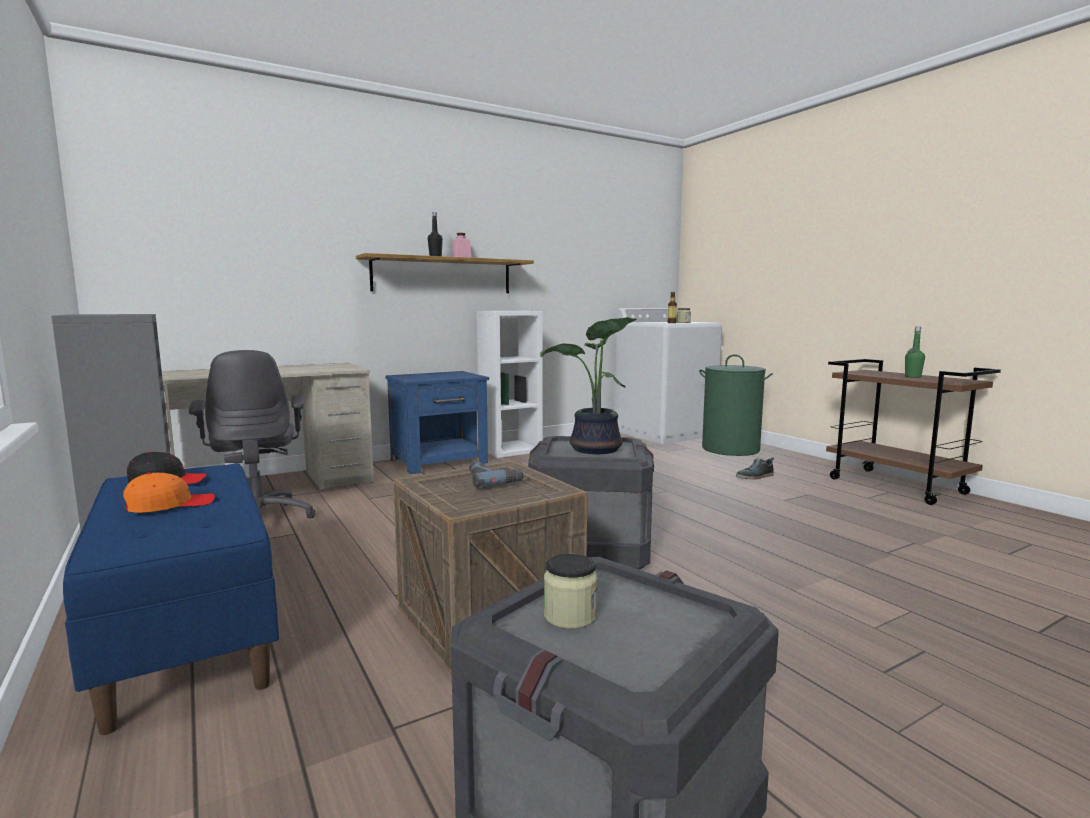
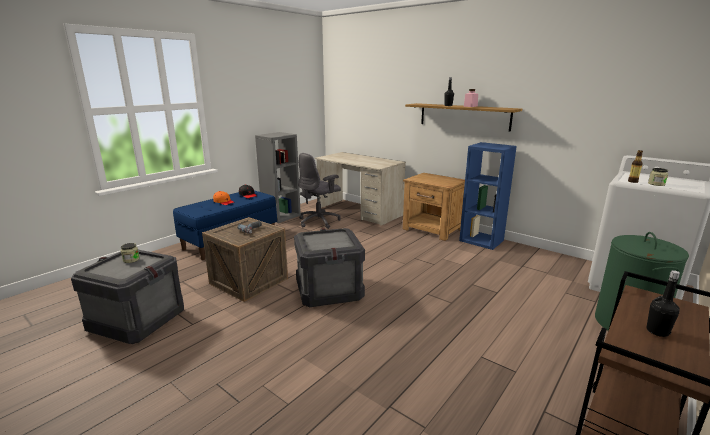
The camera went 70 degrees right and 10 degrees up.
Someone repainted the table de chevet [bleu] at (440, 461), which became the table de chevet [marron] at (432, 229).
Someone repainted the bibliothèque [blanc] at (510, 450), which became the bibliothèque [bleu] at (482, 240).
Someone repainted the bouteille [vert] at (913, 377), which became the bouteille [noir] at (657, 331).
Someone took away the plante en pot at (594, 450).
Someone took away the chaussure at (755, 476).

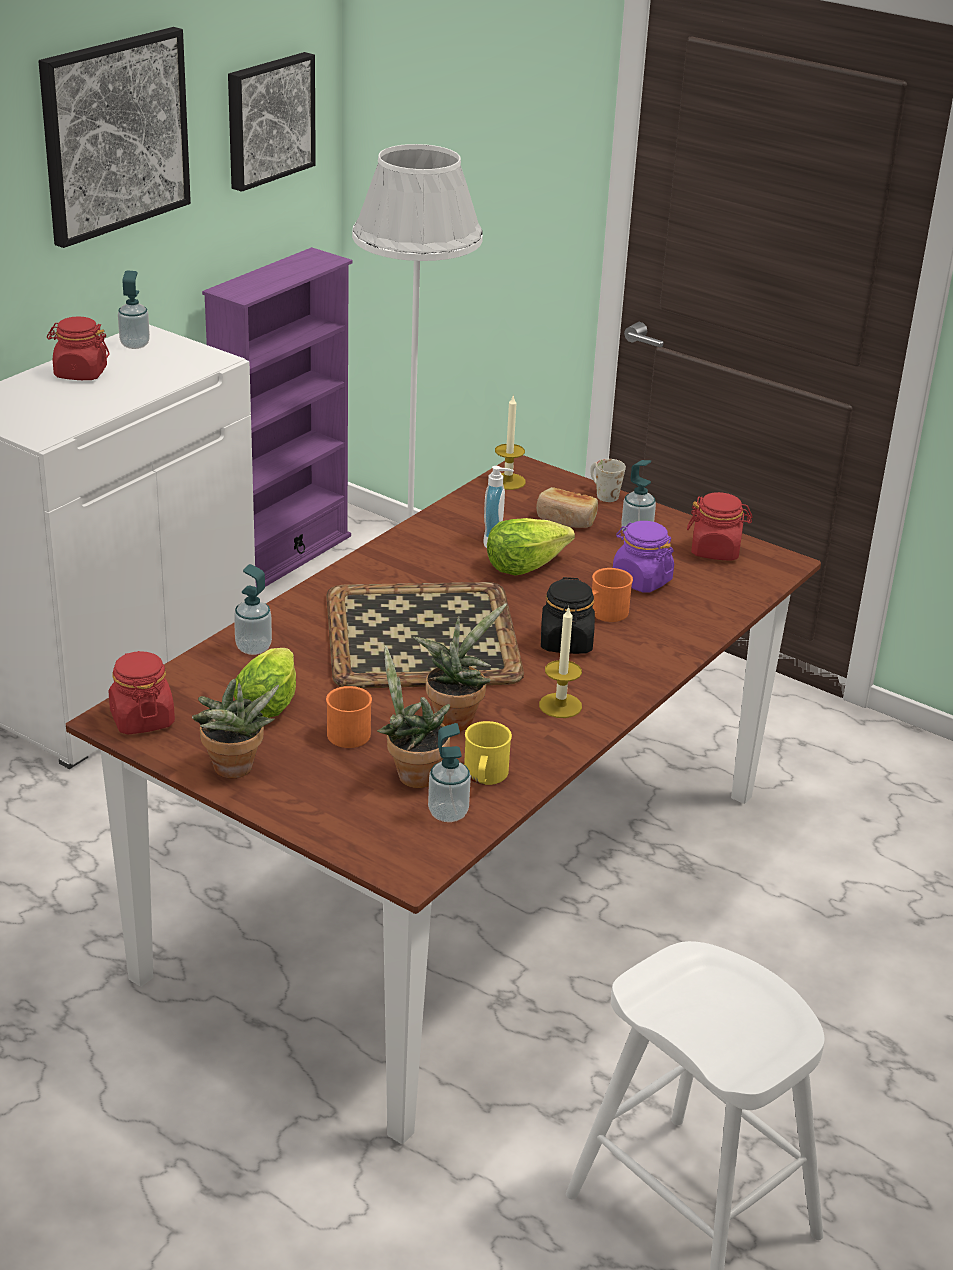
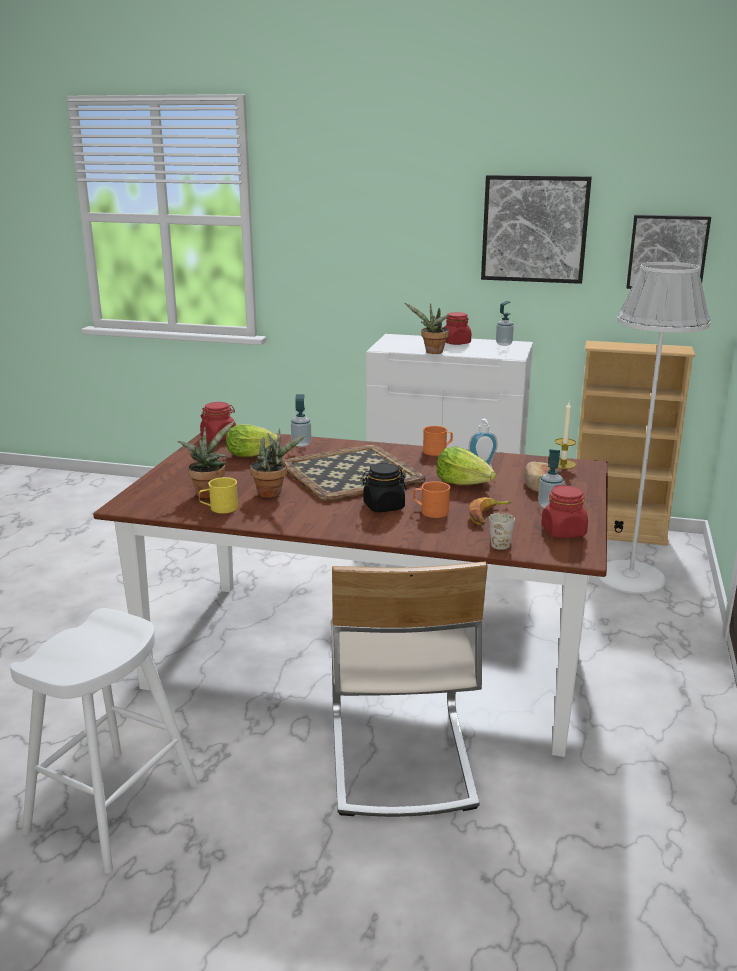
The camera went 70 degrees right and 10 degrees down.
Someone put down the chaise [beige] at (398, 759).
Someone carried the plante en pot from (234, 771) to (432, 352).
Someone carried the mug [orange] from (348, 731) to (438, 451).
Someone swapped the bocal [violet] at (641, 580) for the banane at (488, 515).
Someone carried the mug [blanc] from (602, 494) to (502, 543).
Someone repainted the bibliothèque [violet] at (283, 556), which became the bibliothèque [beige] at (617, 533).
Someone took away the distributeur de savon at (448, 813).
Someone took away the bougie at (560, 705).

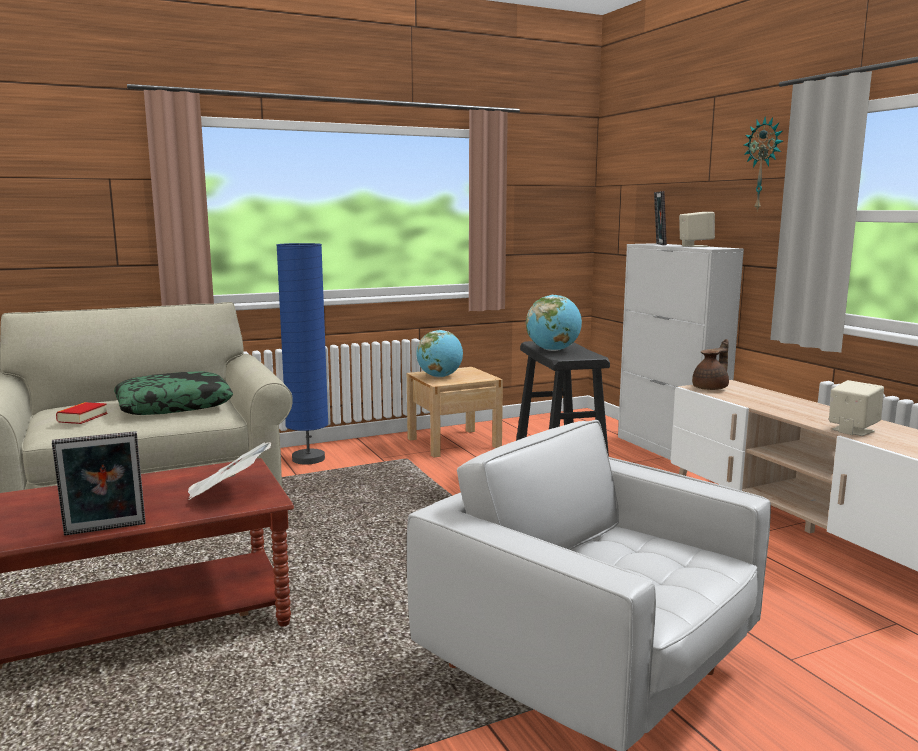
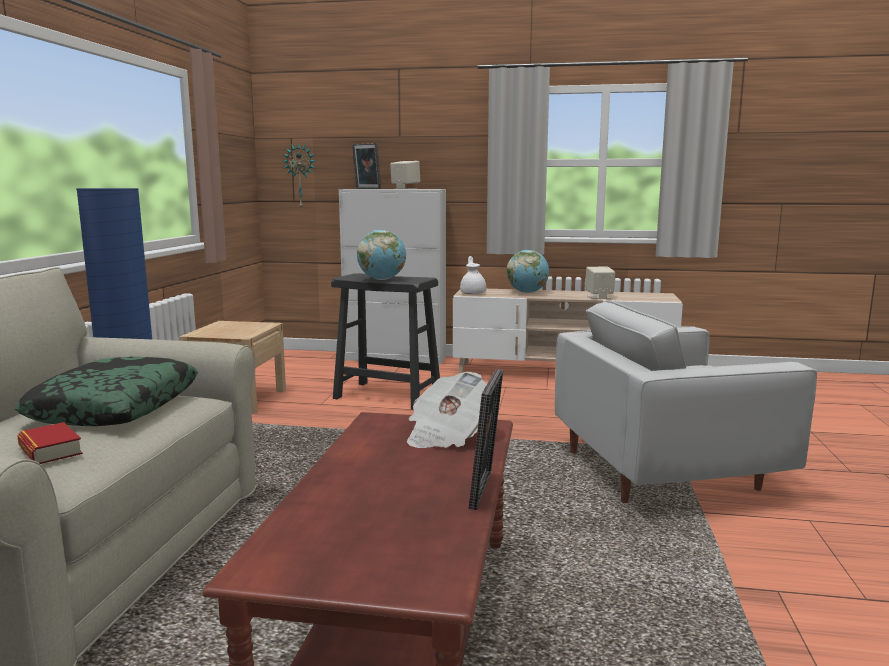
The camera went 55 degrees left and 0 degrees up.
Someone carried the horloge murale from (764, 164) to (300, 176).
Someone repainted the théière [marron] at (711, 388), which became the théière [blanc] at (473, 293).
Someone carried the globe from (440, 377) to (527, 292).

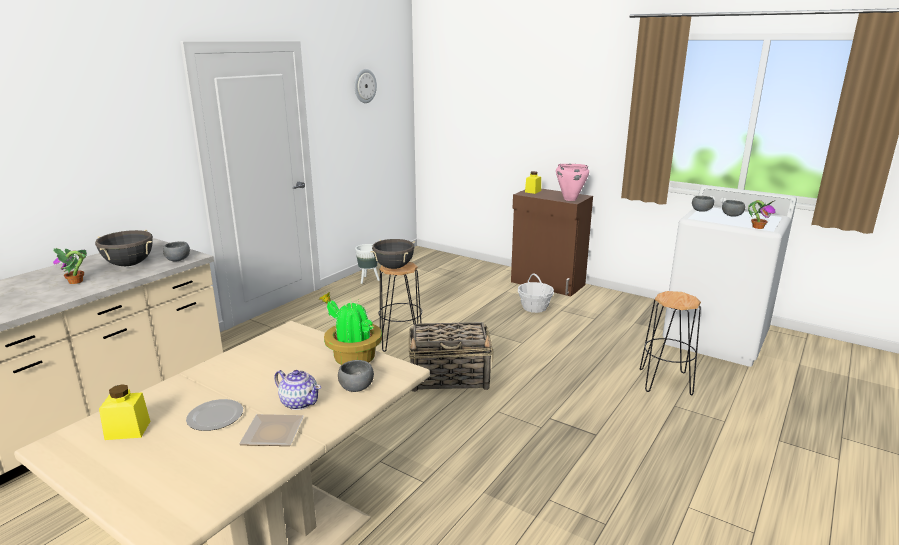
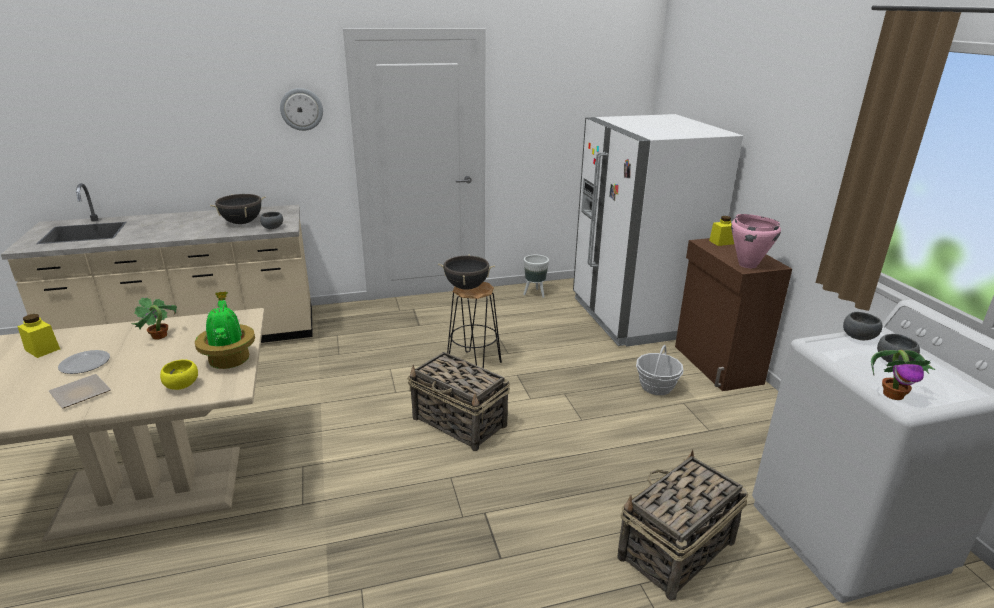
The camera went 40 degrees right and 5 degrees up.
Someone carried the plante en pot from (76, 282) to (159, 336).
Someone repainted the bol [gris] at (357, 387), which became the bol [jaune] at (183, 385).
Someone carried the horloge murale from (364, 86) to (301, 109).
Someone put down the réfrigérateur [blanc] at (635, 316).
Someone swapped the tabouret [noir] at (665, 382) for the panier at (675, 550).
Someone took away the théière at (299, 402).

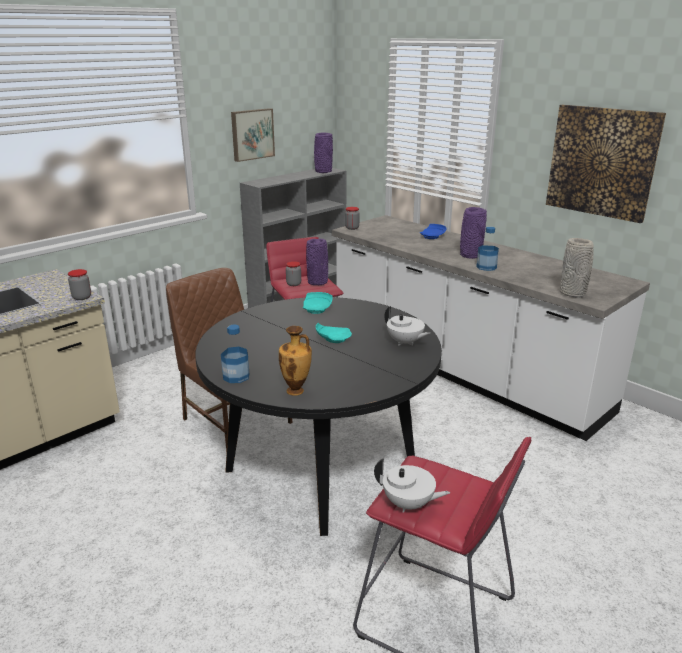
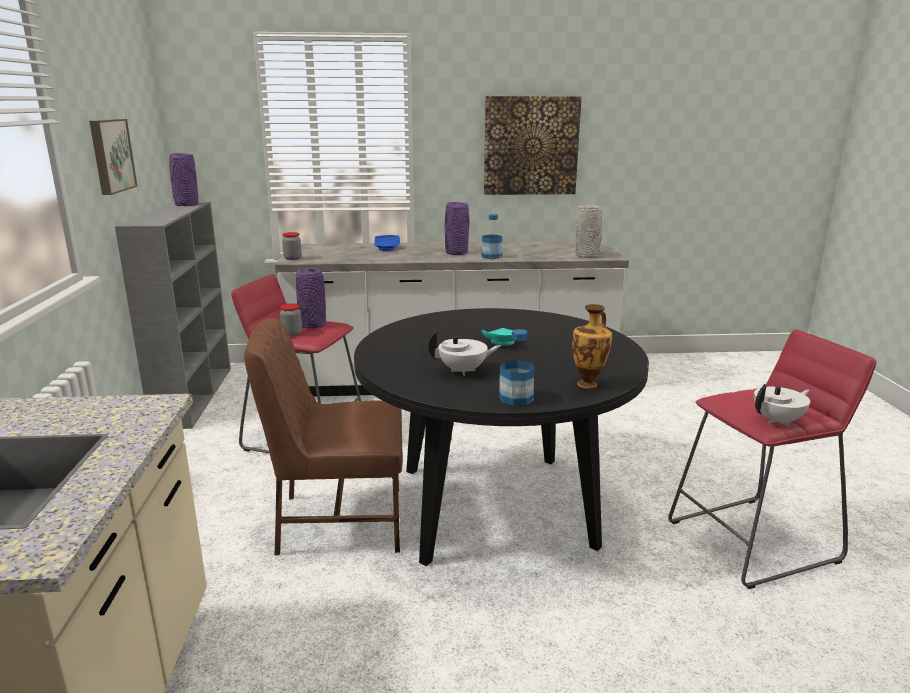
The camera went 50 degrees left and 5 degrees down.
Someone carried the théière [blanc] from (405, 342) to (463, 371).
Someone took away the bocal at (82, 297).
Someone took away the assiette [turquoise] at (317, 309).

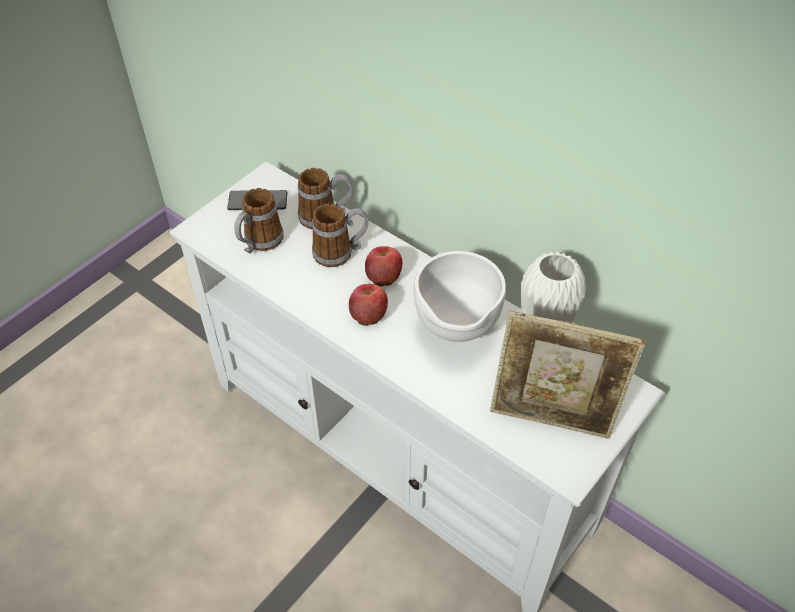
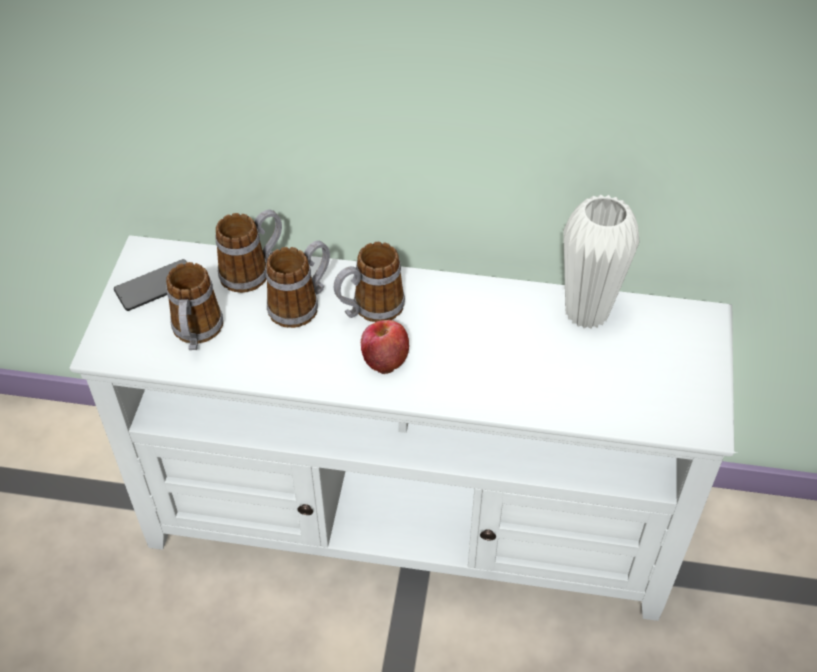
The camera went 30 degrees left and 0 degrees up.
Someone swapped the pomme at (383, 276) for the mug at (369, 309).
Someone took away the bol [blanc] at (456, 330).
Someone took away the cadre photo at (551, 419).

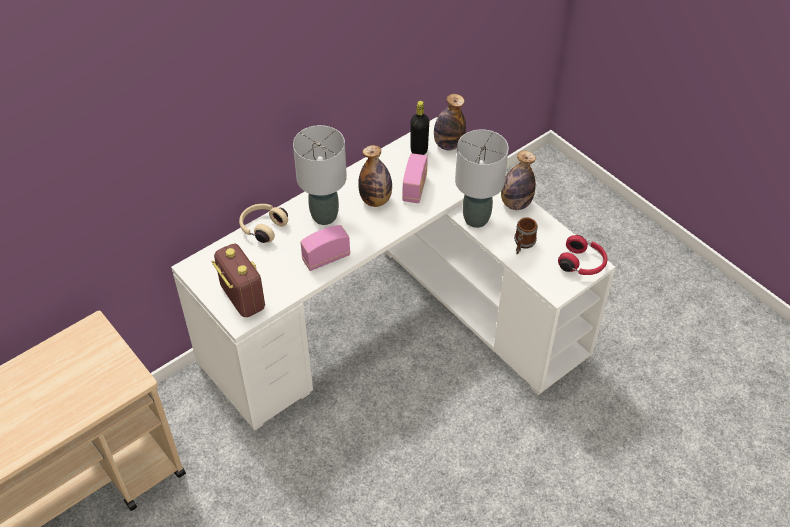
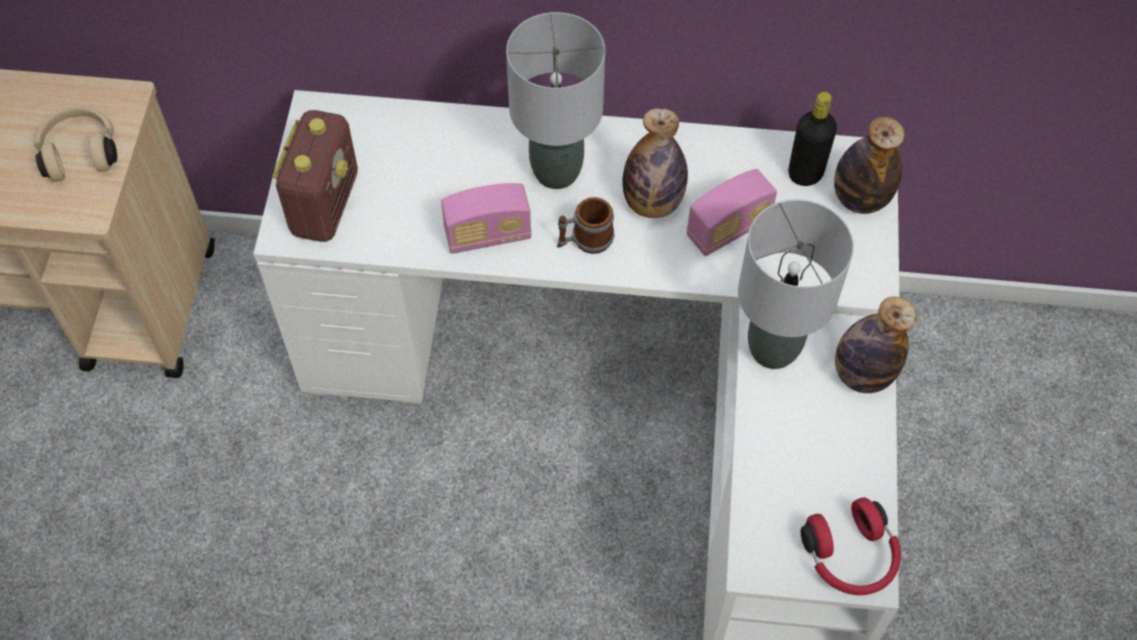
The camera went 45 degrees right and 10 degrees up.
Someone carried the casque audio [beige] from (262, 227) to (80, 152).
Someone rotated the radio at (326, 258) by 150 degrees clockwise.
Someone carried the mug from (523, 244) to (585, 240).

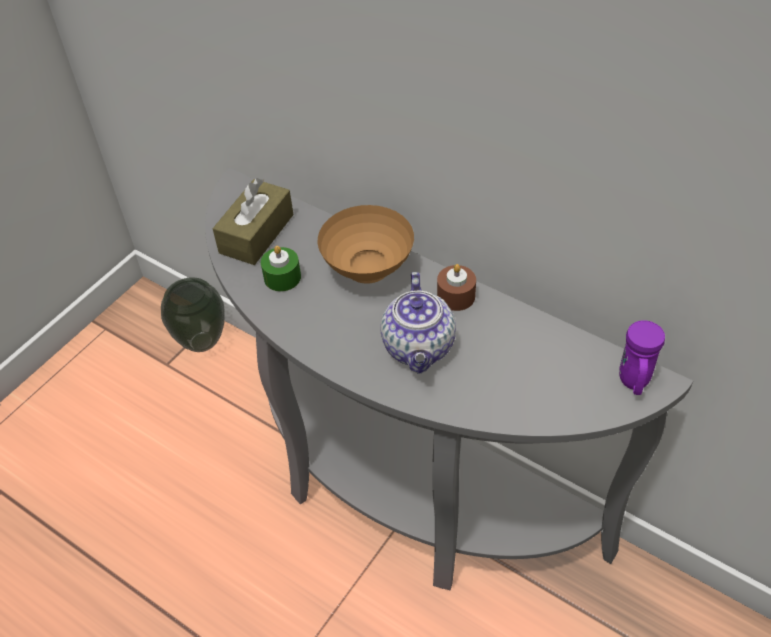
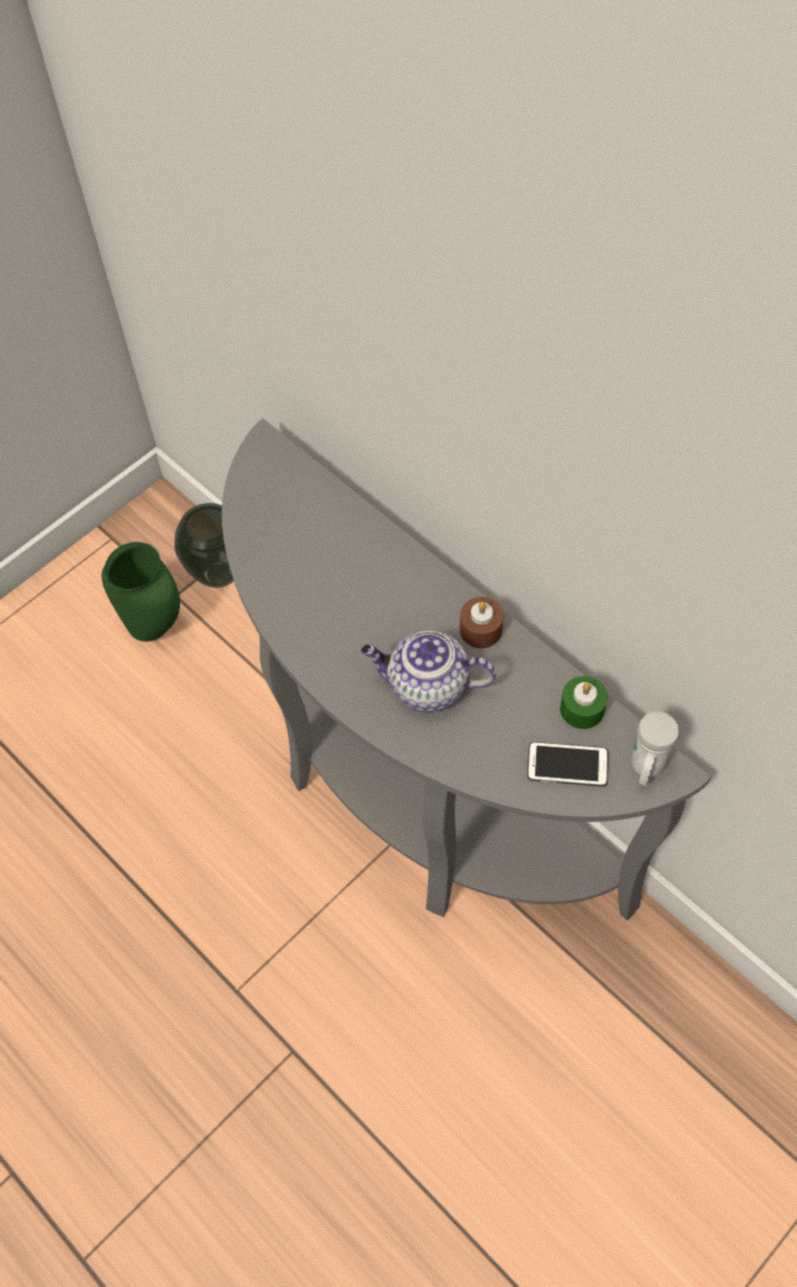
The camera went 10 degrees right and 10 degrees up.
Someone put down the vase [vert] at (156, 626).
Someone rotated the théière at (419, 348) by 90 degrees clockwise.
Someone put down the téléphone at (567, 765).
Someone carried the bougie [vert] from (282, 277) to (582, 709).
Someone repainted the mug [violet] at (634, 383), which became the mug [blanc] at (645, 769).
Someone took away the boîte à mouchoirs [marron] at (256, 233).
Someone took away the bol [marron] at (366, 270).

